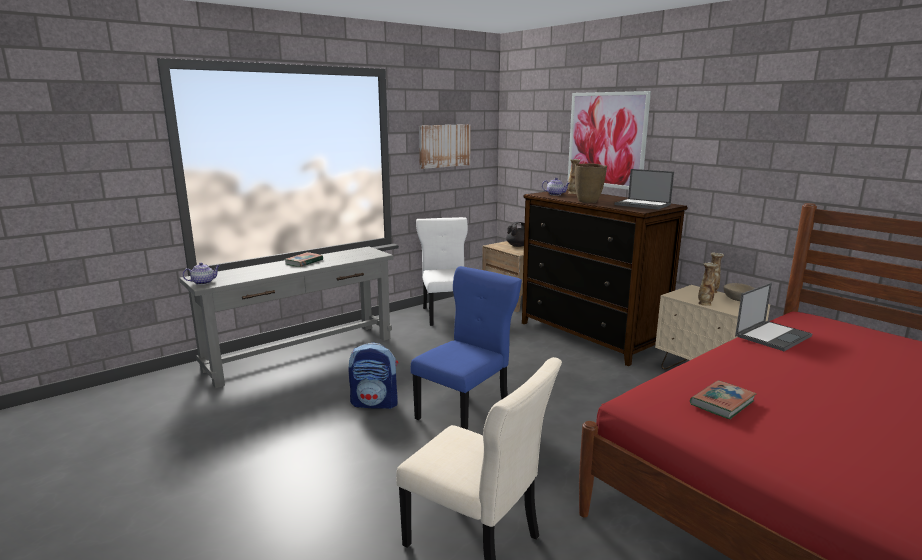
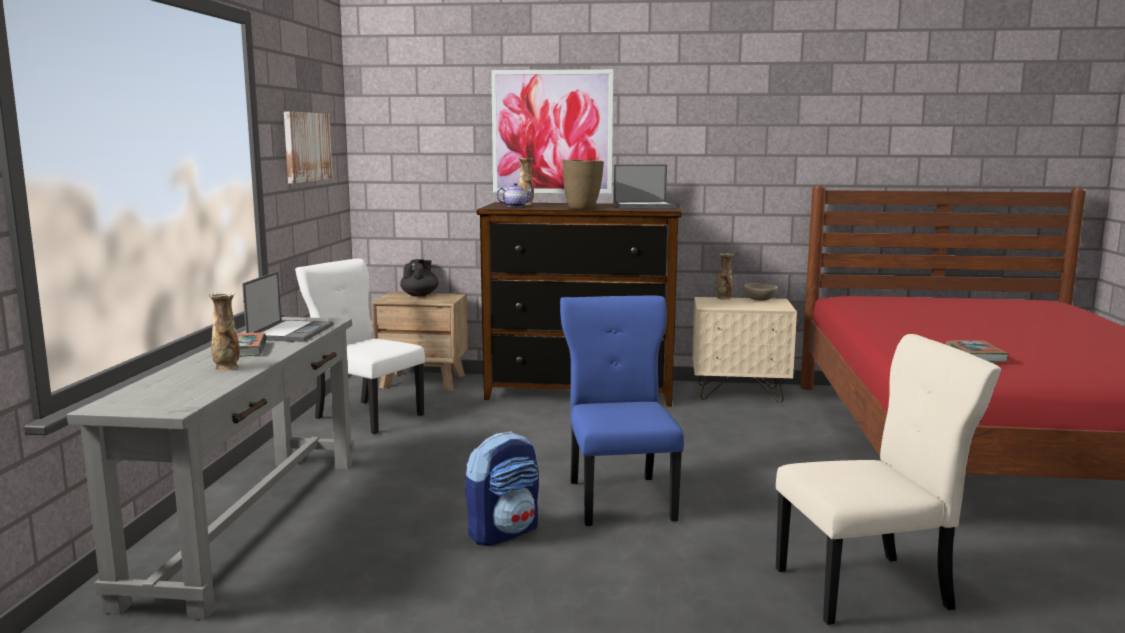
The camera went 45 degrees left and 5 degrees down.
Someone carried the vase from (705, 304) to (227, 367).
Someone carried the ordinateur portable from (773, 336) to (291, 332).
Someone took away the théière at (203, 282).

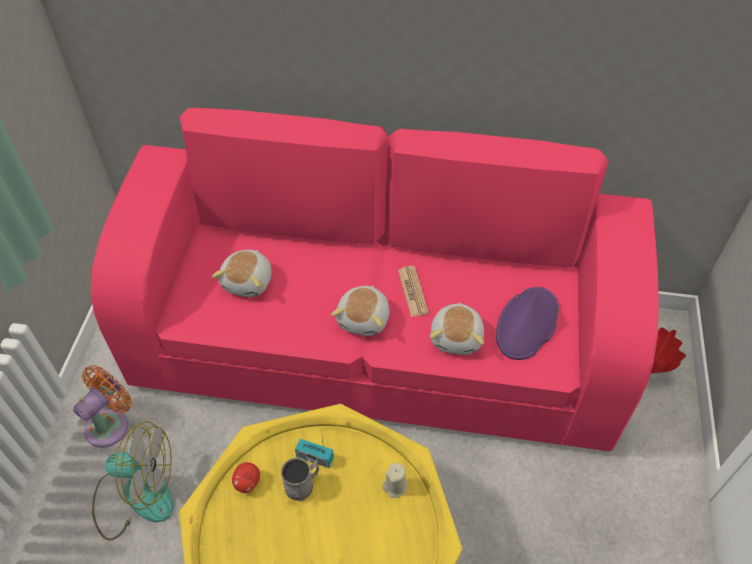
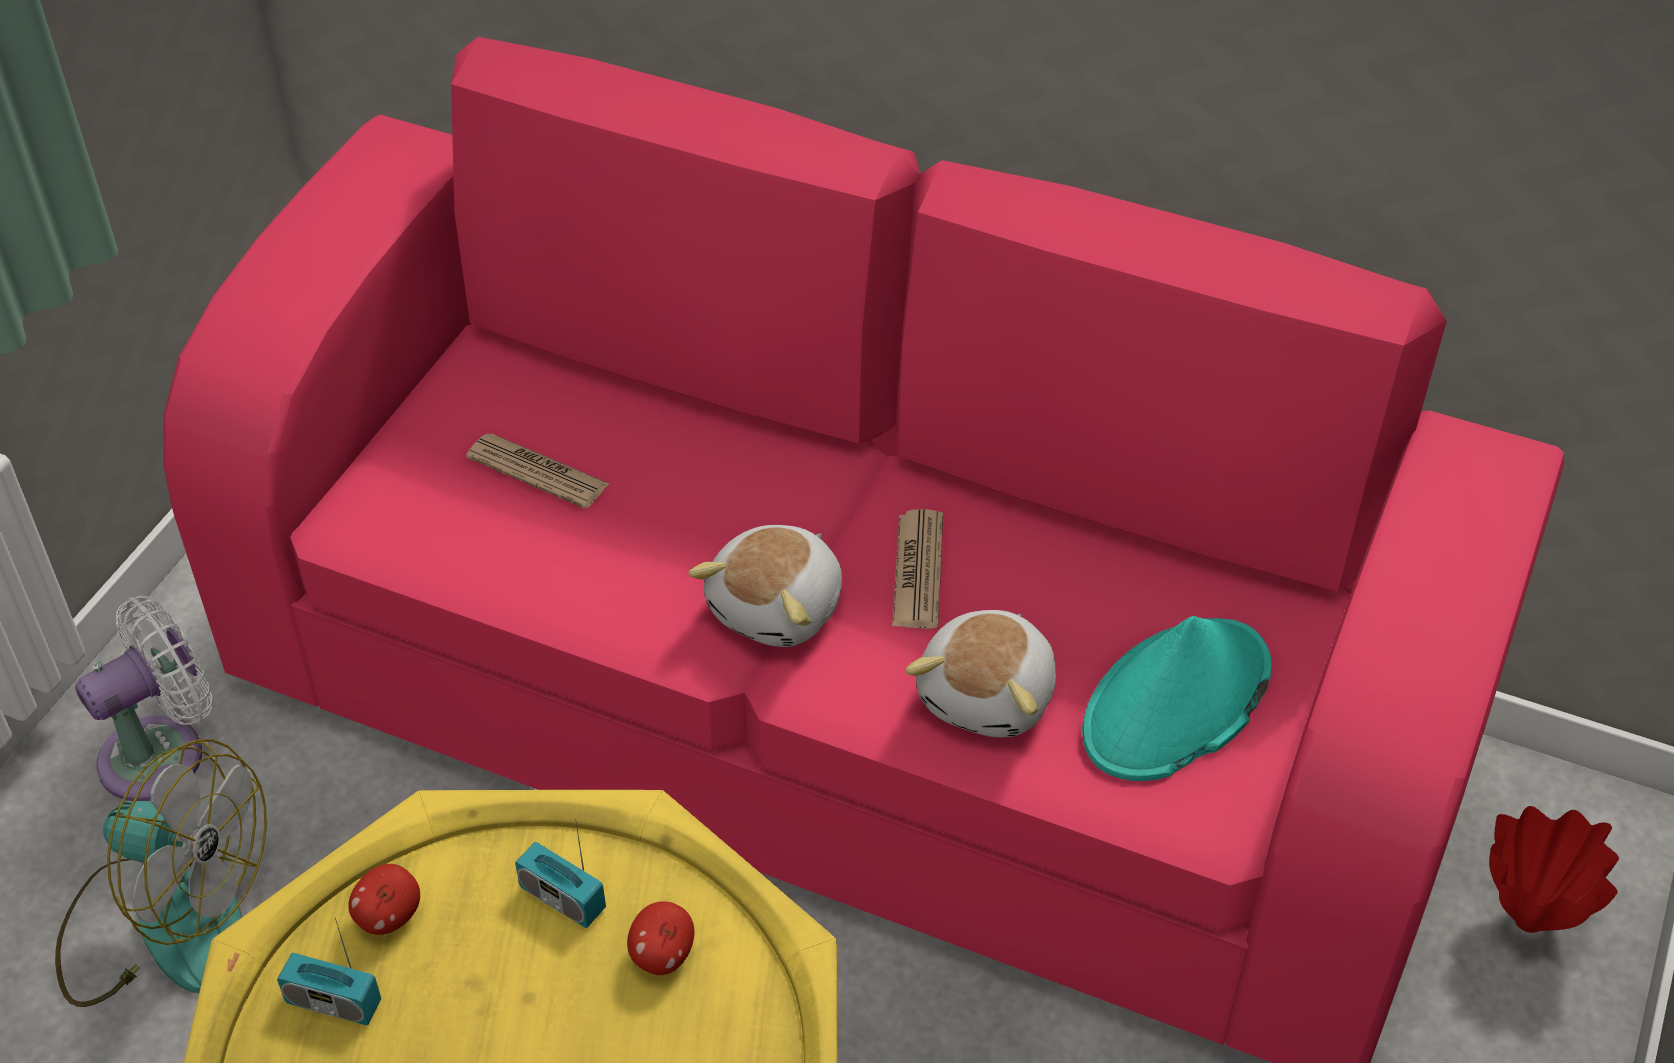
The camera went 15 degrees right and 5 degrees down.
Someone repainted the ventilateur [orange] at (110, 424), which became the ventilateur [blanc] at (162, 753).
Someone put down the radio at (333, 1002).
Someone swapped the peluche at (249, 281) for the journal at (537, 472).
Someone put down the pomme at (662, 956).
Someone repainted the chapeau [violet] at (527, 324), which became the chapeau [turquoise] at (1176, 702).
Someone took away the mug [gris] at (302, 484).
Someone took away the bougie [beige] at (395, 486).

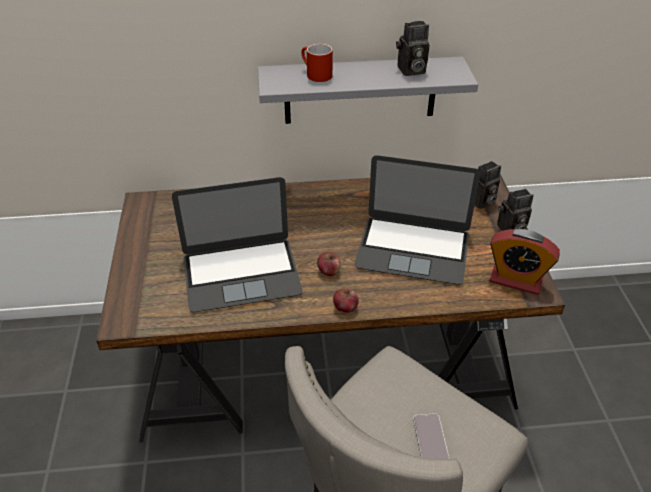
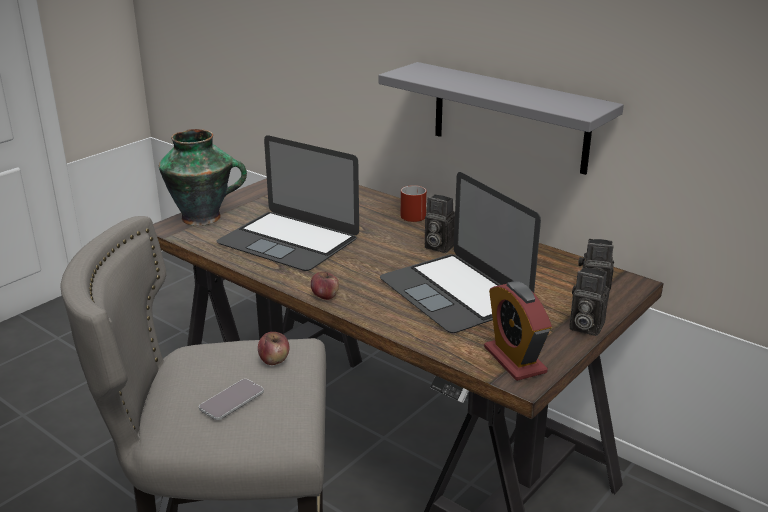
The camera went 45 degrees right and 15 degrees down.
Someone put down the vase at (203, 218).
Someone carried the pomme from (329, 271) to (274, 360).
Someone carried the mug [rouge] from (315, 74) to (411, 214).
Someone carried the appareil photo from (410, 71) to (437, 246).

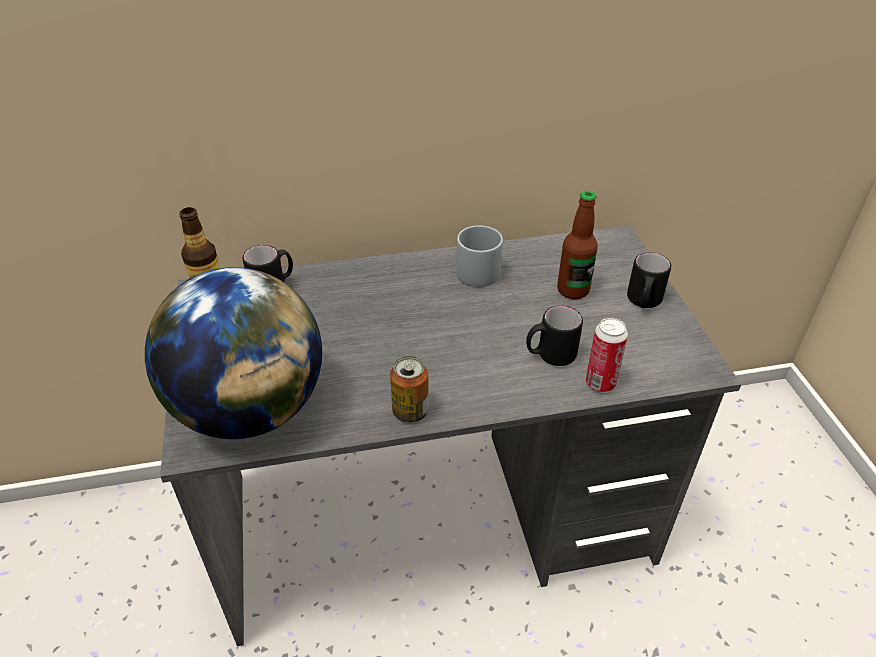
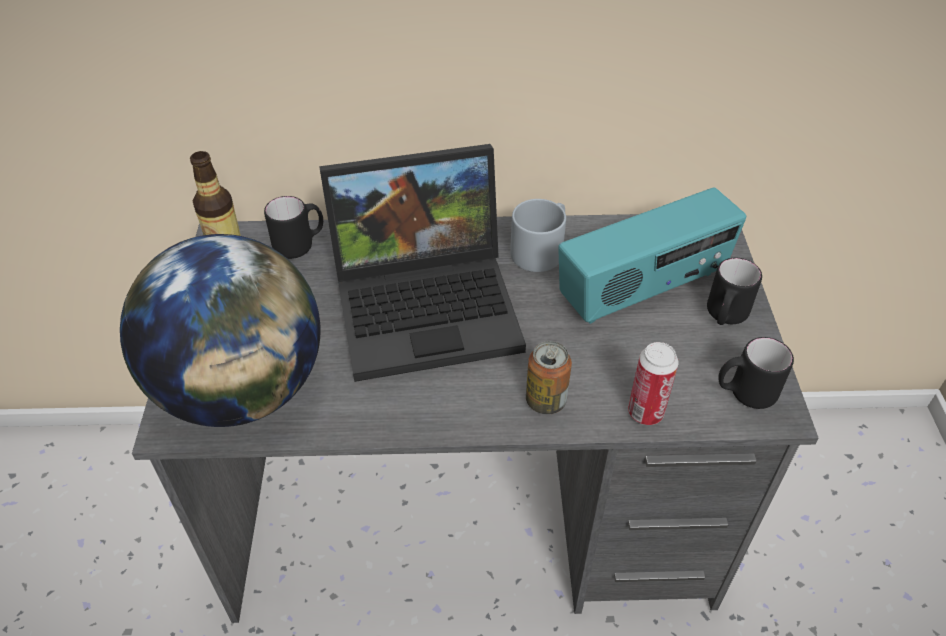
The camera went 10 degrees right and 5 degrees up.
Someone put down the ordinateur portable at (430, 304).
Someone carried the boîte métallique from (410, 411) to (546, 400).
Someone swapped the bouteille at (573, 290) for the radio at (643, 290).
Someone carried the mug [noir] from (550, 356) to (744, 393).

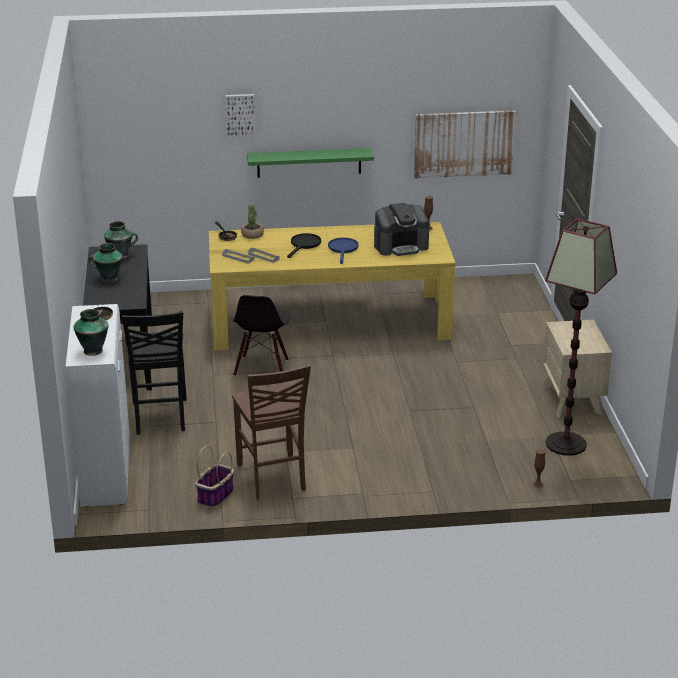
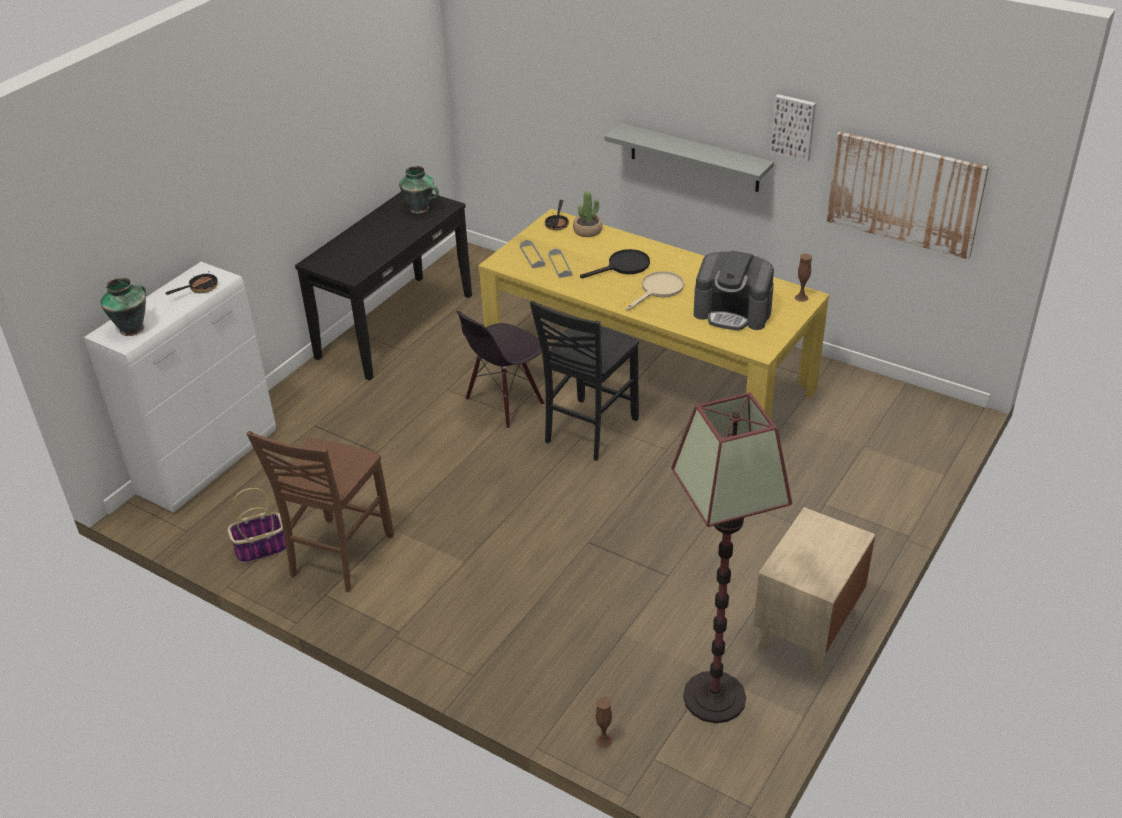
The camera went 40 degrees right and 10 degrees up.
Someone carried the chaise [noir] from (159, 417) to (588, 431).
Someone repainted the étagère [vert] at (309, 162), which became the étagère [gris] at (694, 158).
Someone repainted the poêle [bleu] at (343, 249), which became the poêle [beige] at (658, 290).
Someone carried the tableau from (240, 115) to (794, 127).
Someone took away the vase at (108, 278).

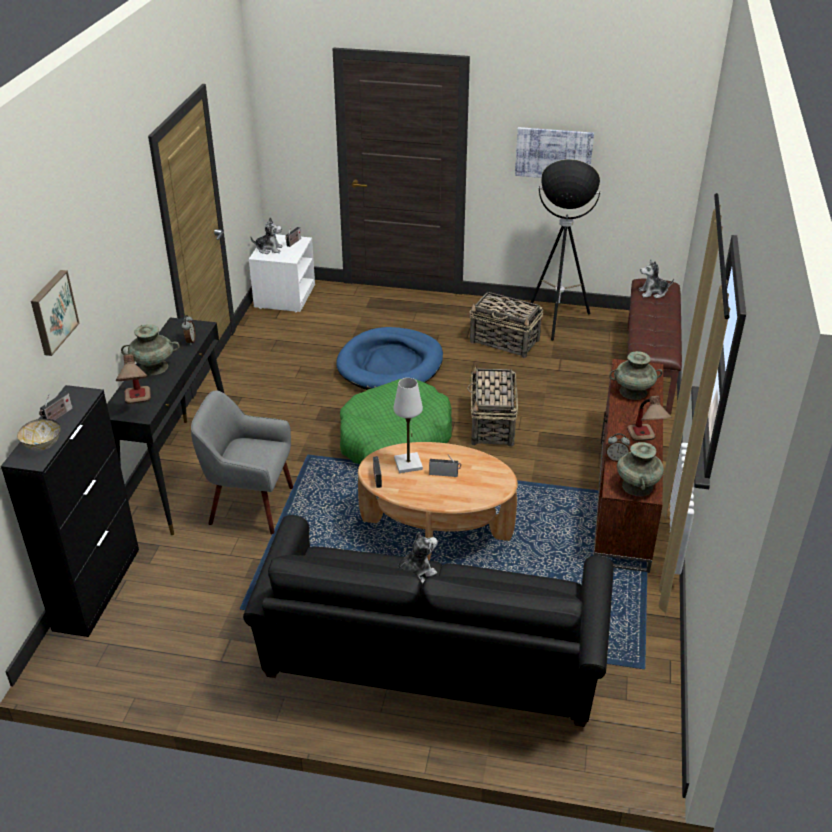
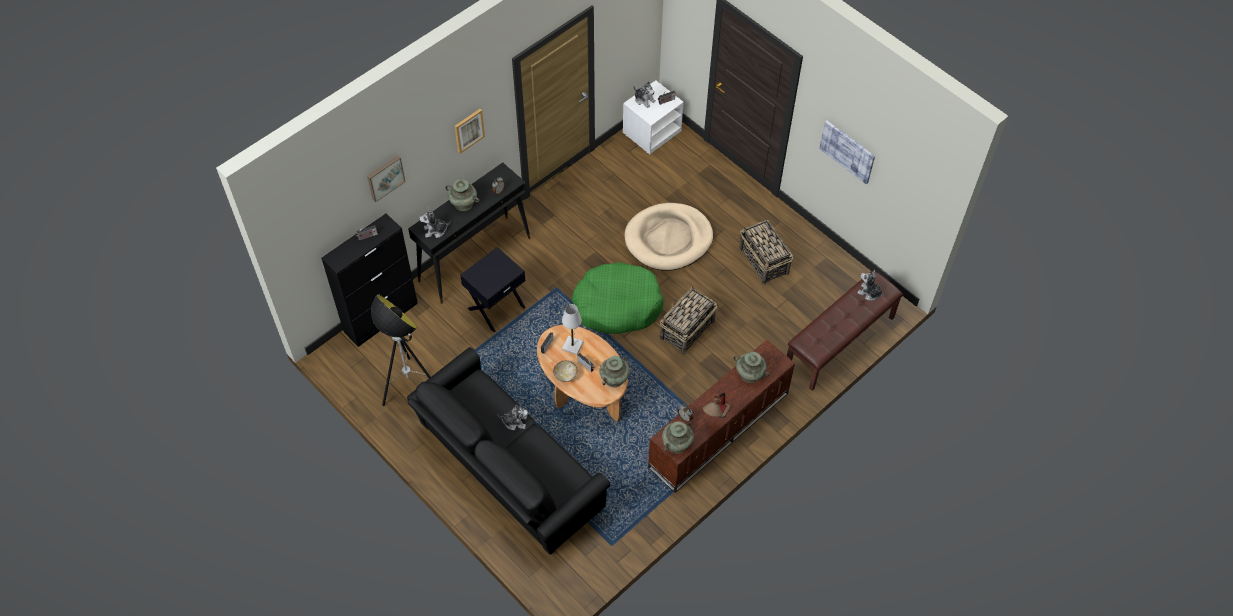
The camera went 35 degrees right and 20 degrees up.
Someone carried the lampadaire from (556, 321) to (409, 387).
Someone swapped the lampe de table at (138, 404) for the peluche at (435, 230).
Someone put up the tableau at (468, 130).
Someone swapped the fauteuil [gris] at (250, 505) for the table d'appoint [noir] at (496, 307).
Someone carried the bol from (42, 444) to (565, 375).
Someone put down the vase [turquoise] at (614, 378).
Someone repainted the panier pour chien [bleu] at (390, 364), which became the panier pour chien [beige] at (668, 239).

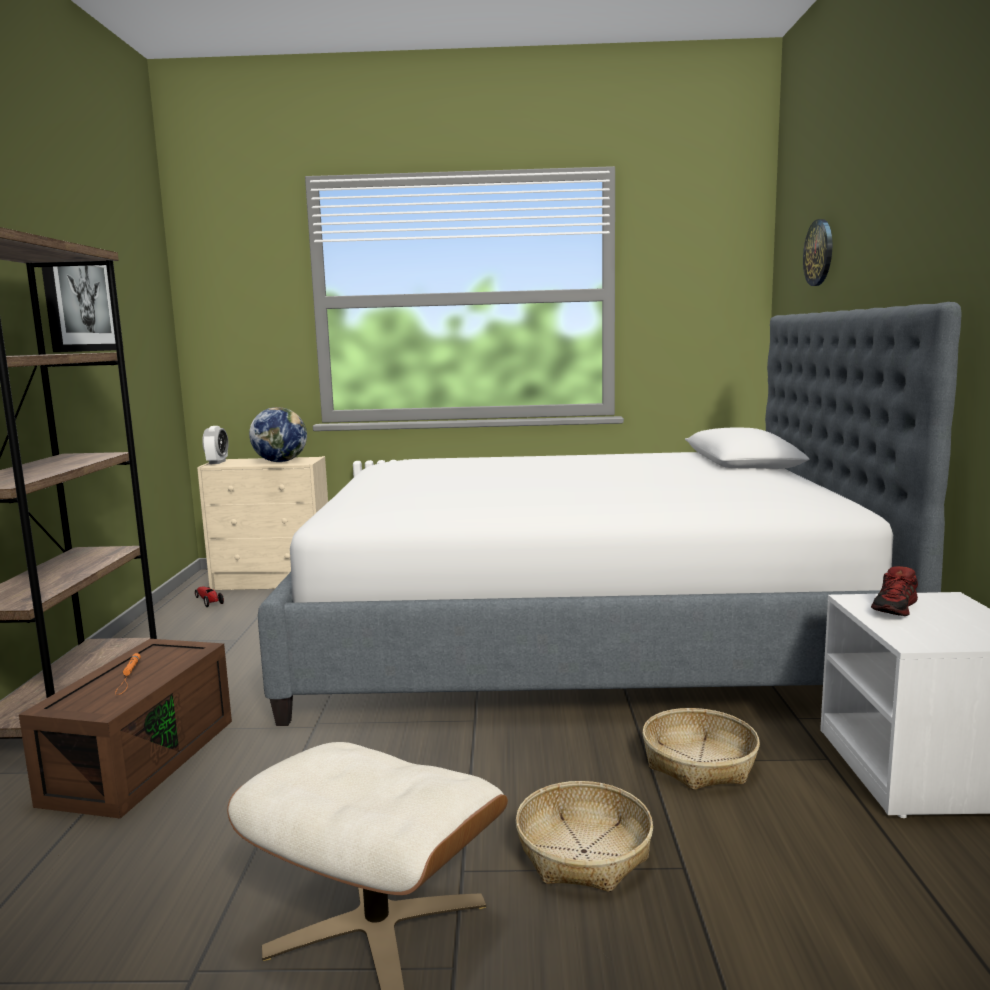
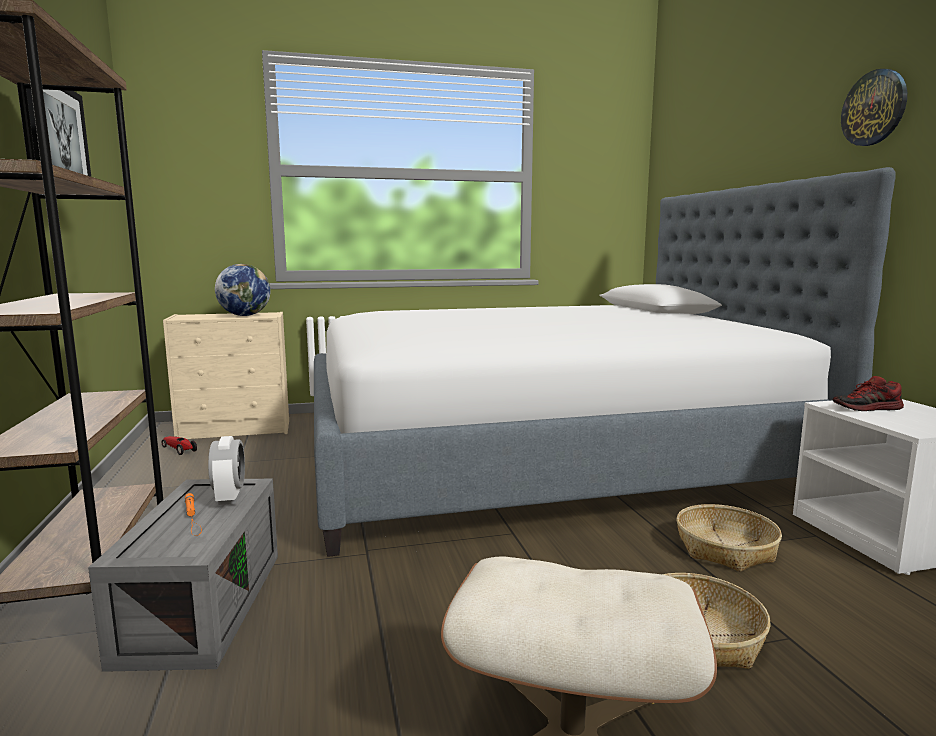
The camera went 15 degrees left and 0 degrees up.
Someone repainted the boîte de rangement [marron] at (141, 758), which became the boîte de rangement [gris] at (201, 603).
Someone carried the réveil from (217, 462) to (229, 497).
Someone rotated the chaussure at (896, 608) by 60 degrees clockwise.
Someone carried the horloge murale from (819, 252) to (874, 108).

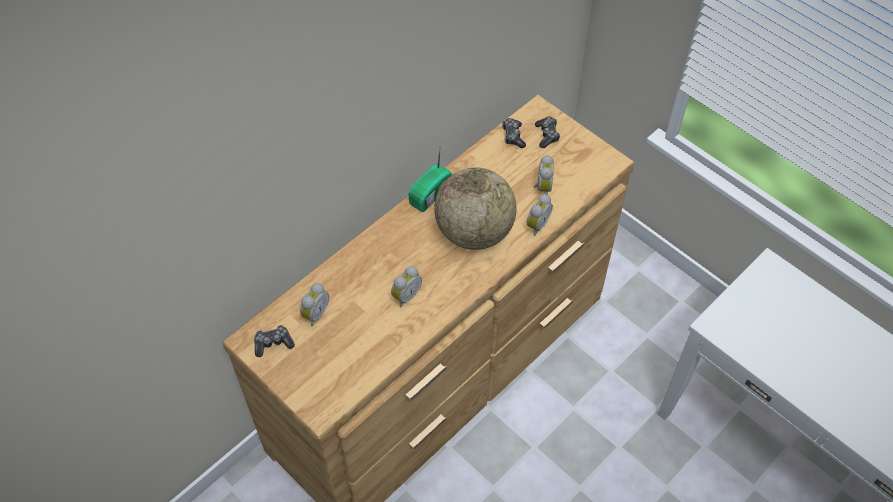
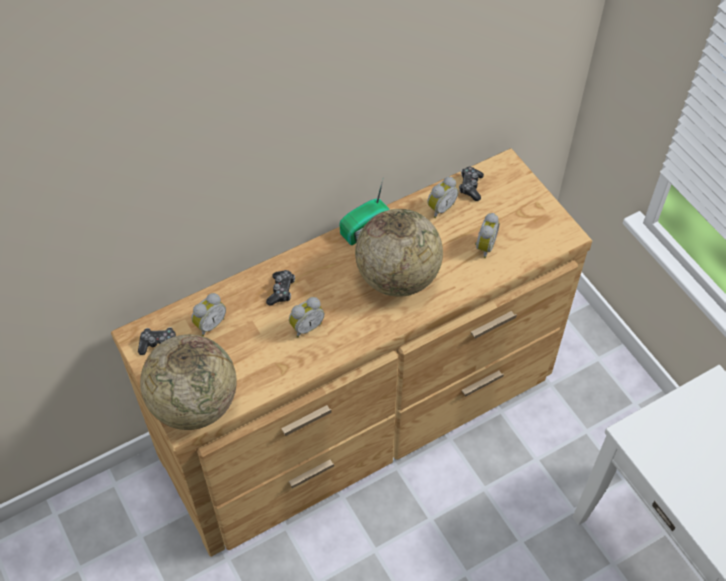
The camera went 15 degrees right and 0 degrees up.
Someone put down the globe at (194, 404).
Someone carried the manette from (547, 135) to (281, 291).
Someone carried the réveil from (536, 225) to (440, 208).

